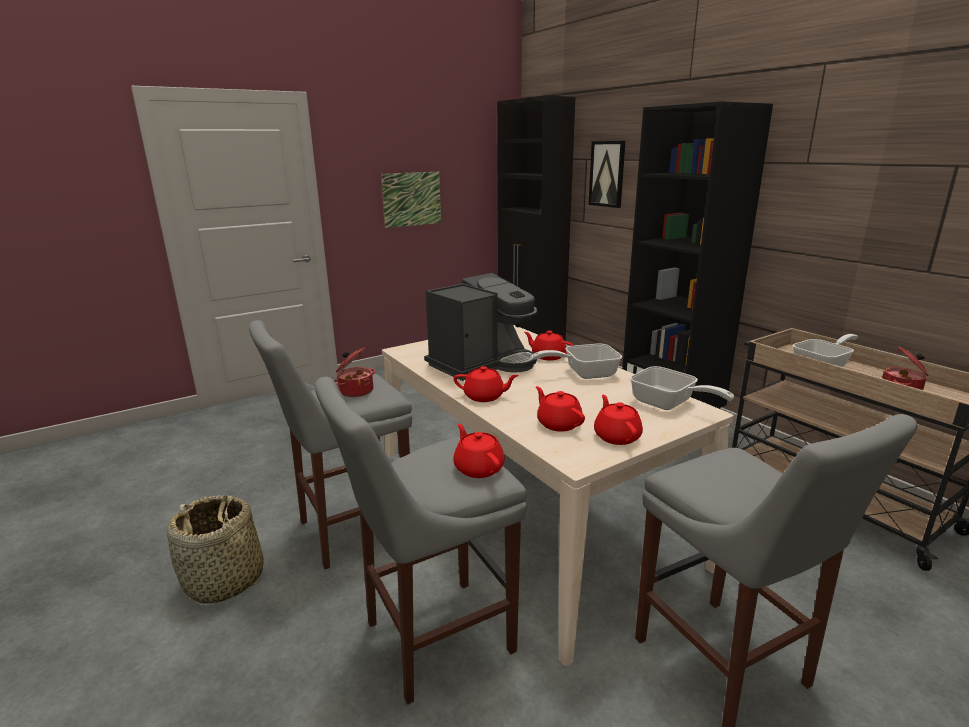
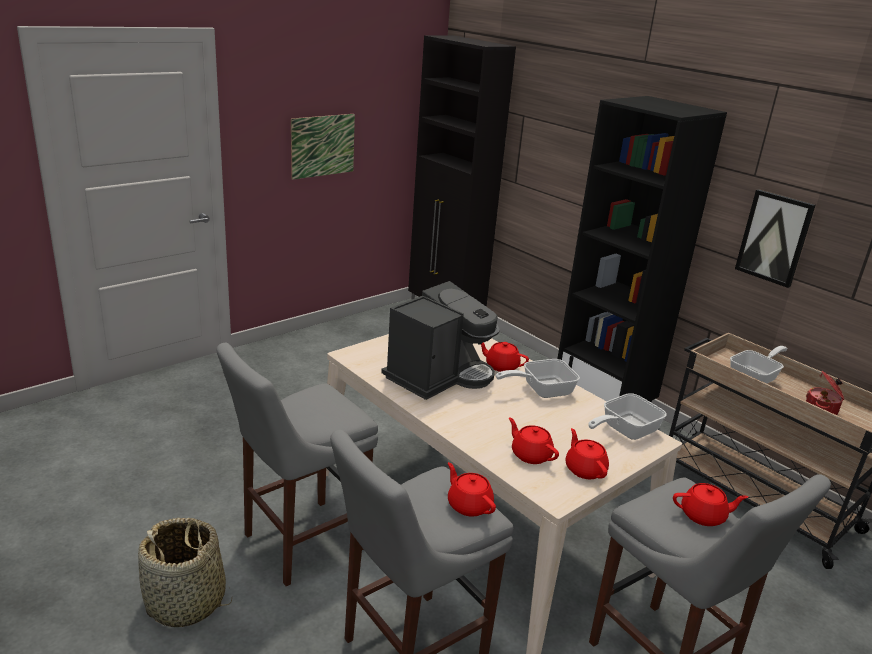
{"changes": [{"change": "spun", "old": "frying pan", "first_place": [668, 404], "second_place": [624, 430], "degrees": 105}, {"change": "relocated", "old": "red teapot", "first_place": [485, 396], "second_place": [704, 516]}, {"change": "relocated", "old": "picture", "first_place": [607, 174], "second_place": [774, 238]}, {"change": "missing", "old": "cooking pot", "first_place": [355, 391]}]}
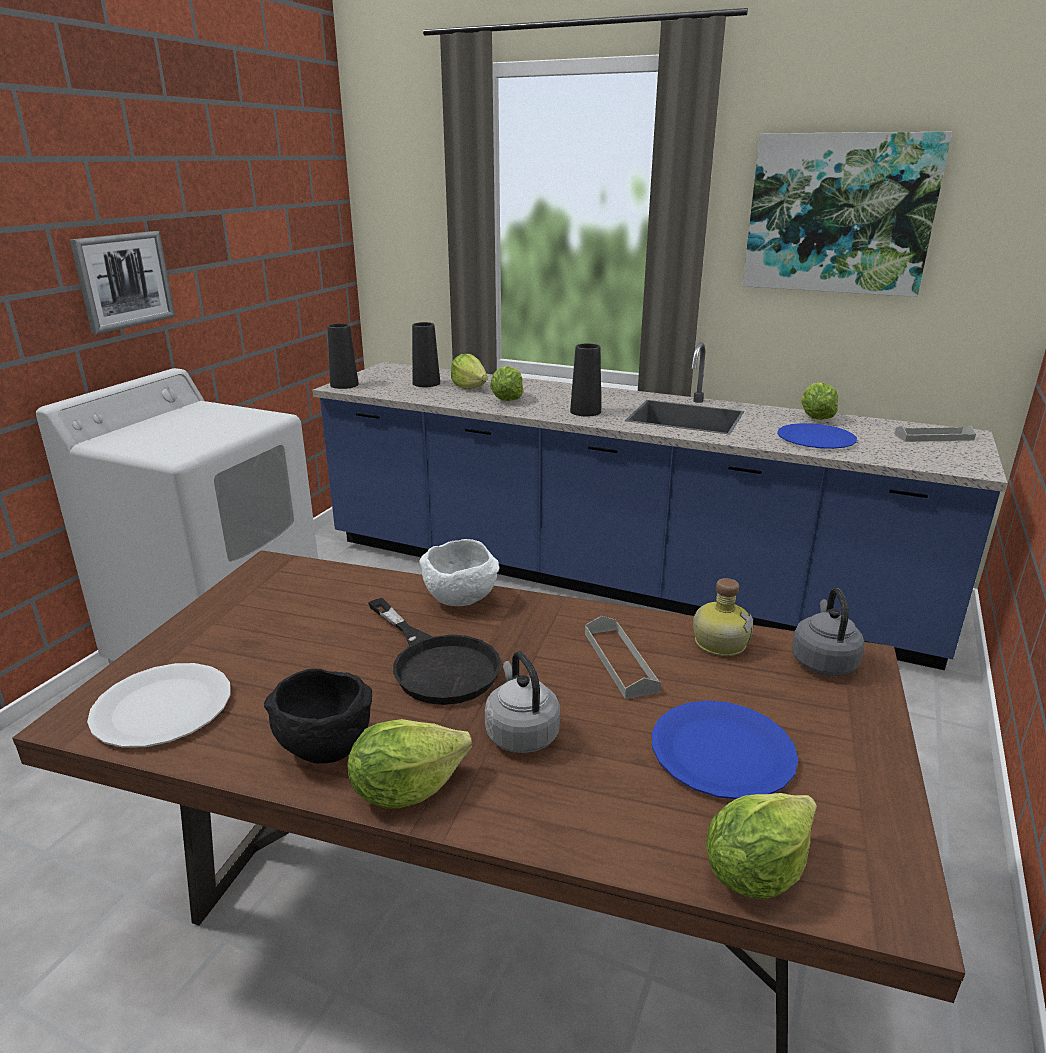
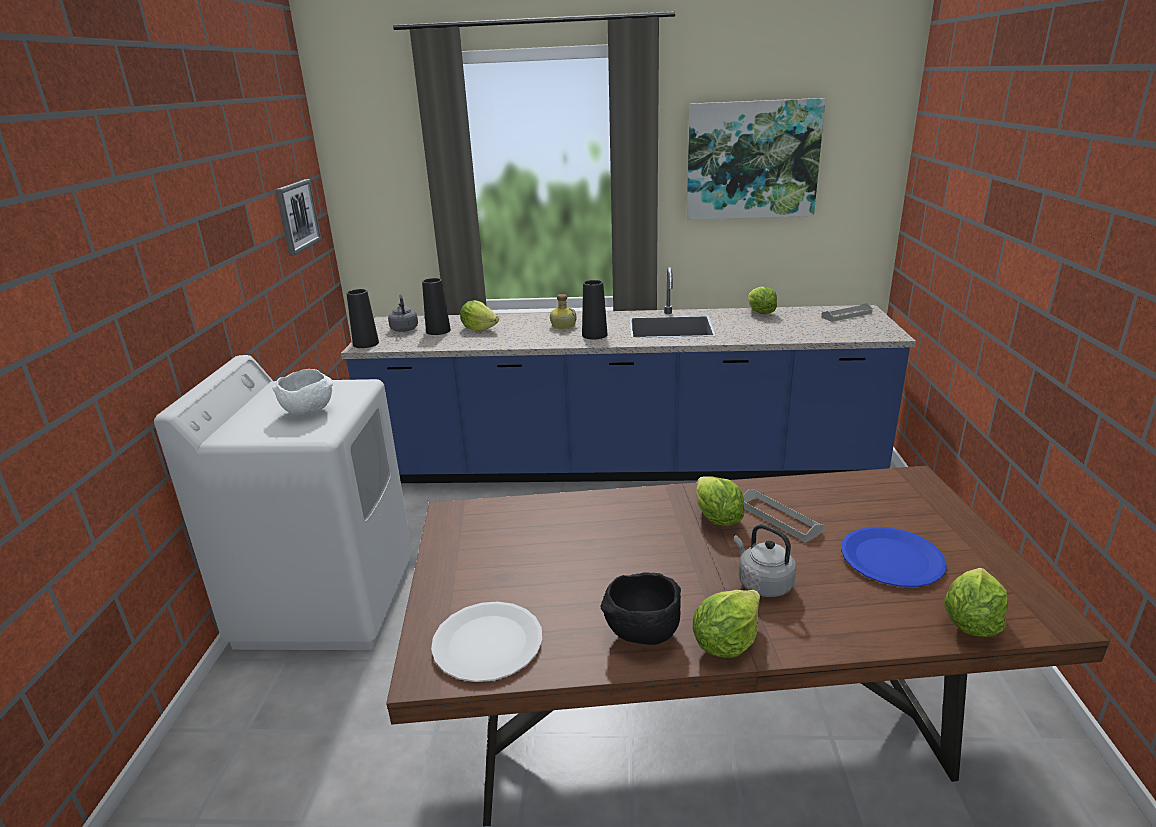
{"changes": [{"change": "relocated", "old": "white bowl", "first_place": [462, 599], "second_place": [309, 411]}, {"change": "relocated", "old": "picture", "first_place": [123, 280], "second_place": [297, 216]}, {"change": "relocated", "old": "grey kettle", "first_place": [823, 661], "second_place": [404, 329]}, {"change": "relocated", "old": "bottle", "first_place": [719, 642], "second_place": [563, 326]}, {"change": "relocated", "old": "lettuce", "first_place": [507, 399], "second_place": [717, 519]}, {"change": "missing", "old": "black frying pan", "first_place": [436, 663]}, {"change": "missing", "old": "blue plate", "first_place": [815, 439]}]}
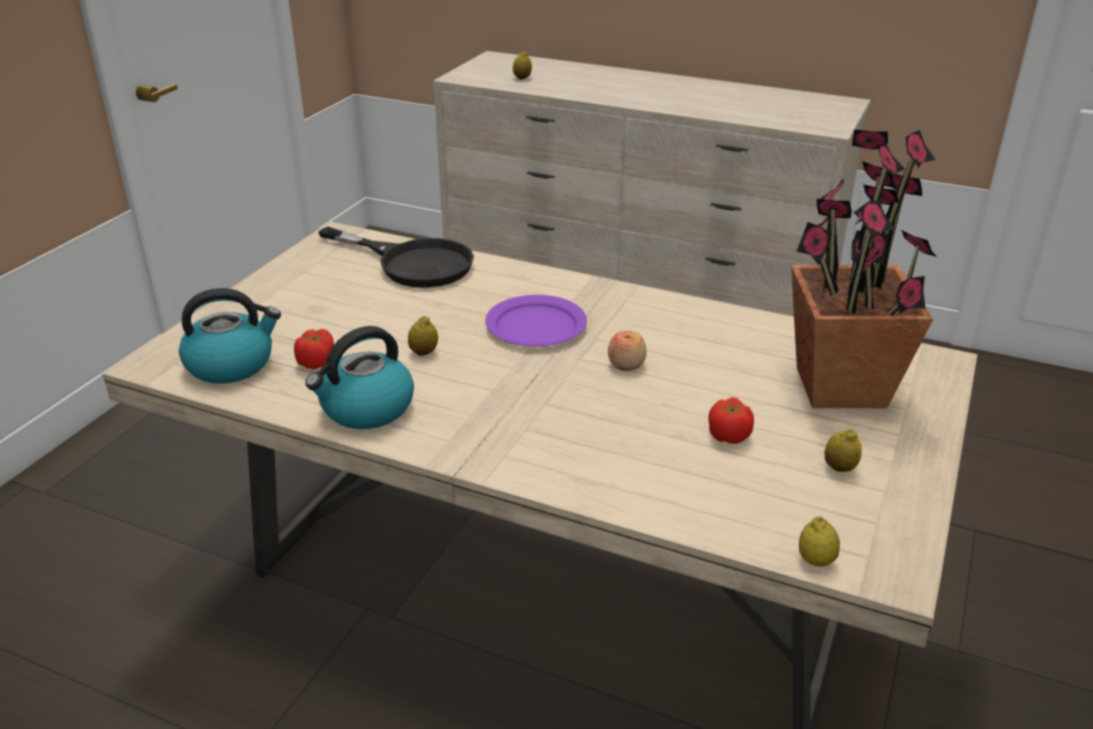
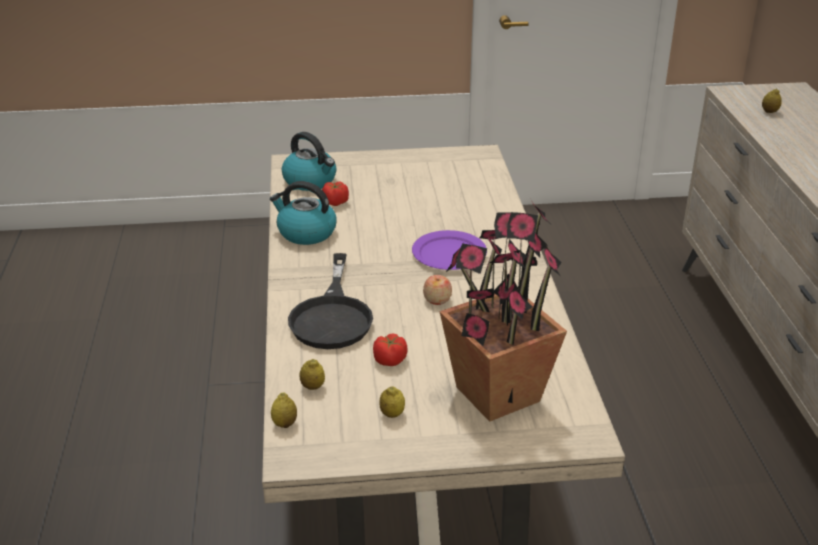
{"changes": [{"change": "relocated", "old": "black frying pan", "first_place": [412, 263], "second_place": [332, 316]}, {"change": "relocated", "old": "lemon", "first_place": [423, 352], "second_place": [312, 387]}]}
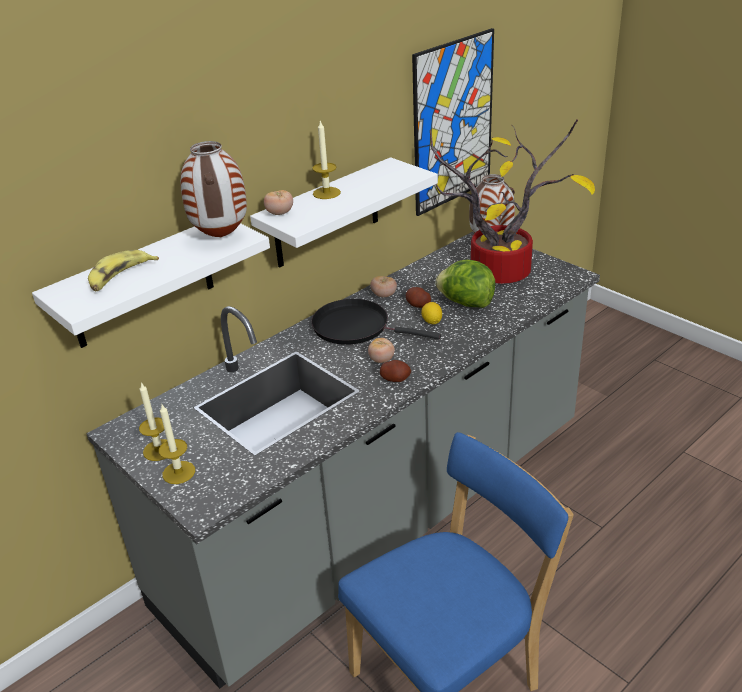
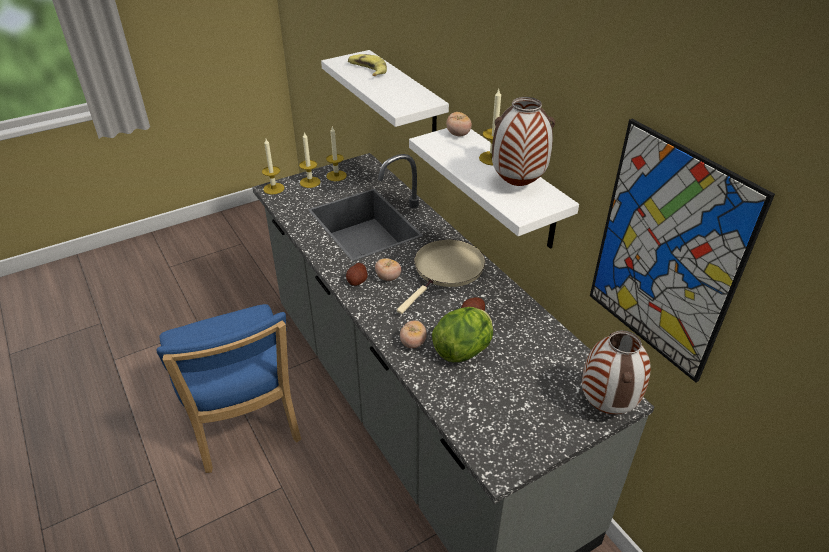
{"changes": [{"change": "appeared", "new": "candle", "second_place": [273, 188]}, {"change": "colour", "old": "black frying pan", "new": "beige frying pan", "first_place": [356, 327], "second_place": [446, 270]}, {"change": "relocated", "old": "tomato", "first_place": [384, 295], "second_place": [413, 343]}, {"change": "relocated", "old": "vase", "first_place": [222, 237], "second_place": [516, 185]}, {"change": "missing", "old": "lemon", "first_place": [432, 322]}, {"change": "missing", "old": "potted plant", "first_place": [504, 269]}]}
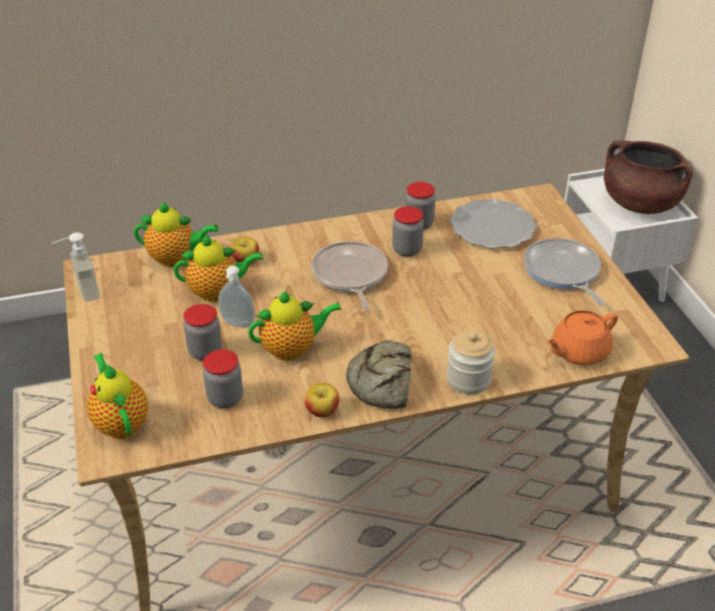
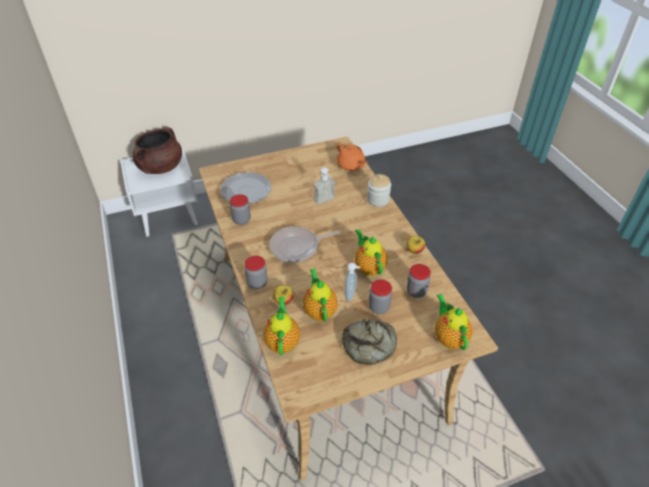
{"changes": [{"change": "relocated", "old": "jar", "first_place": [407, 250], "second_place": [257, 283]}, {"change": "relocated", "old": "soap dispenser", "first_place": [80, 292], "second_place": [326, 201]}, {"change": "relocated", "old": "bread", "first_place": [382, 382], "second_place": [370, 345]}, {"change": "spun", "old": "teapot", "first_place": [121, 422], "second_place": [449, 337], "degrees": 105}, {"change": "missing", "old": "frying pan", "first_place": [562, 272]}]}
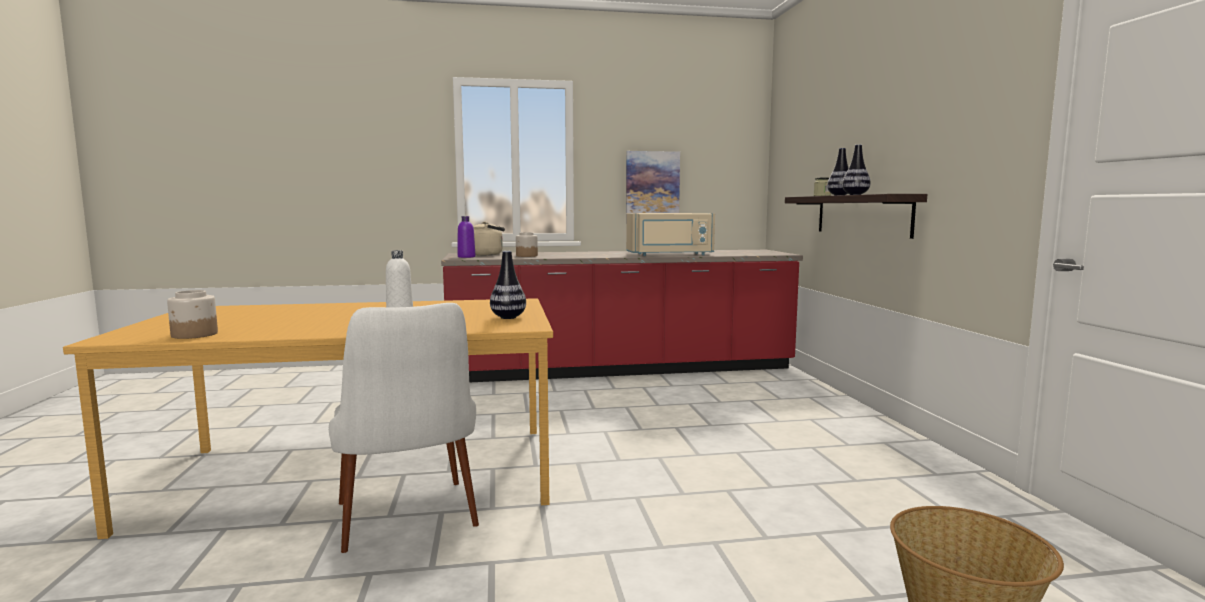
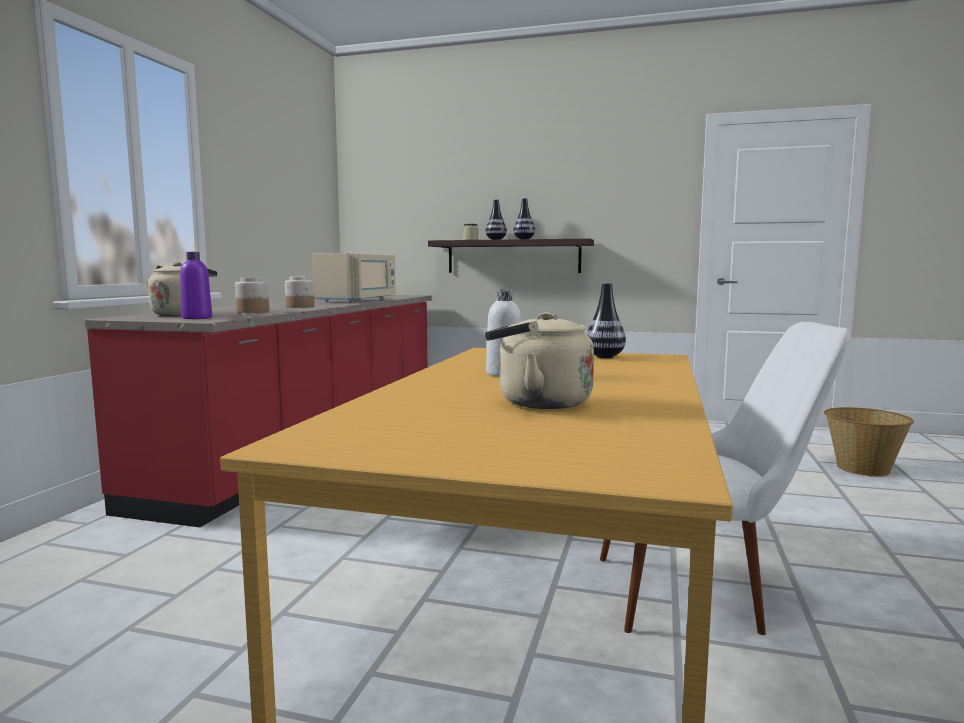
{"changes": [{"change": "relocated", "old": "jar", "first_place": [194, 335], "second_place": [300, 307]}, {"change": "appeared", "new": "beige kettle", "second_place": [538, 403]}, {"change": "missing", "old": "picture", "first_place": [652, 187]}]}
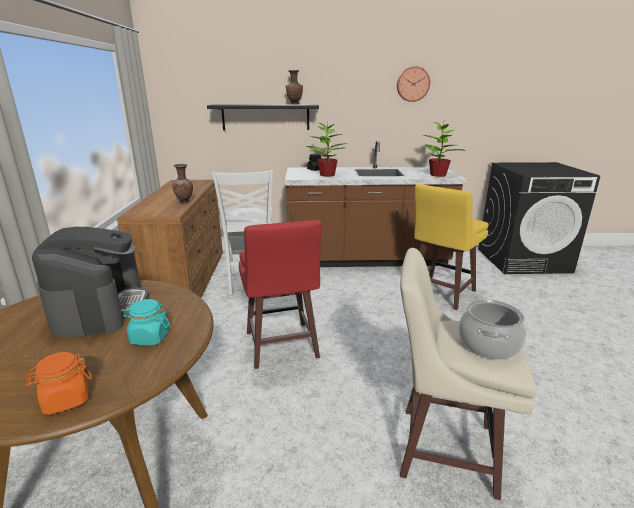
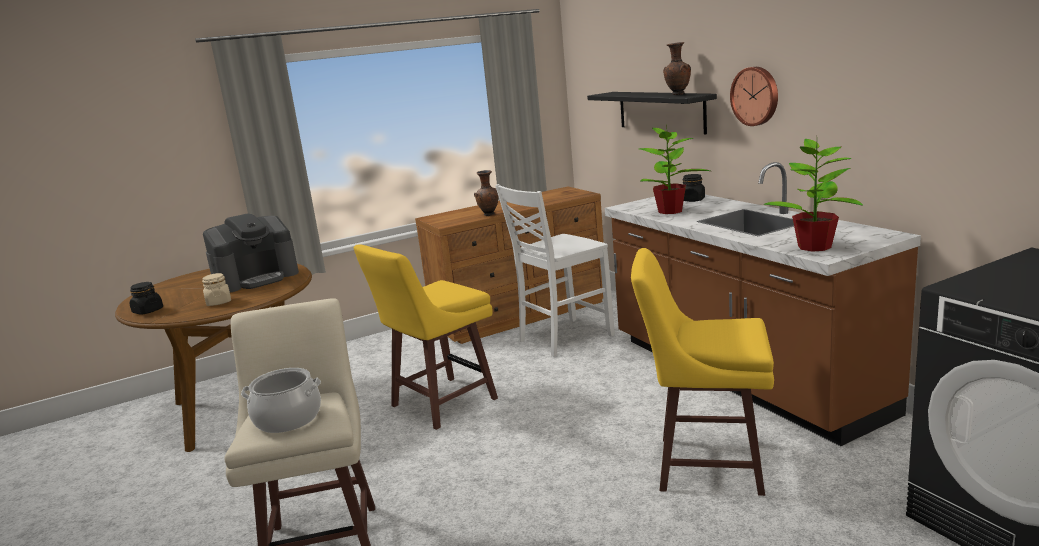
{"changes": [{"change": "colour", "old": "orange jar", "new": "black jar", "first_place": [66, 400], "second_place": [148, 311]}, {"change": "colour", "old": "turquoise jar", "new": "beige jar", "first_place": [150, 338], "second_place": [219, 302]}, {"change": "colour", "old": "red stool", "new": "yellow stool", "first_place": [281, 346], "second_place": [441, 403]}, {"change": "relocated", "old": "wall clock", "first_place": [412, 84], "second_place": [756, 96]}]}
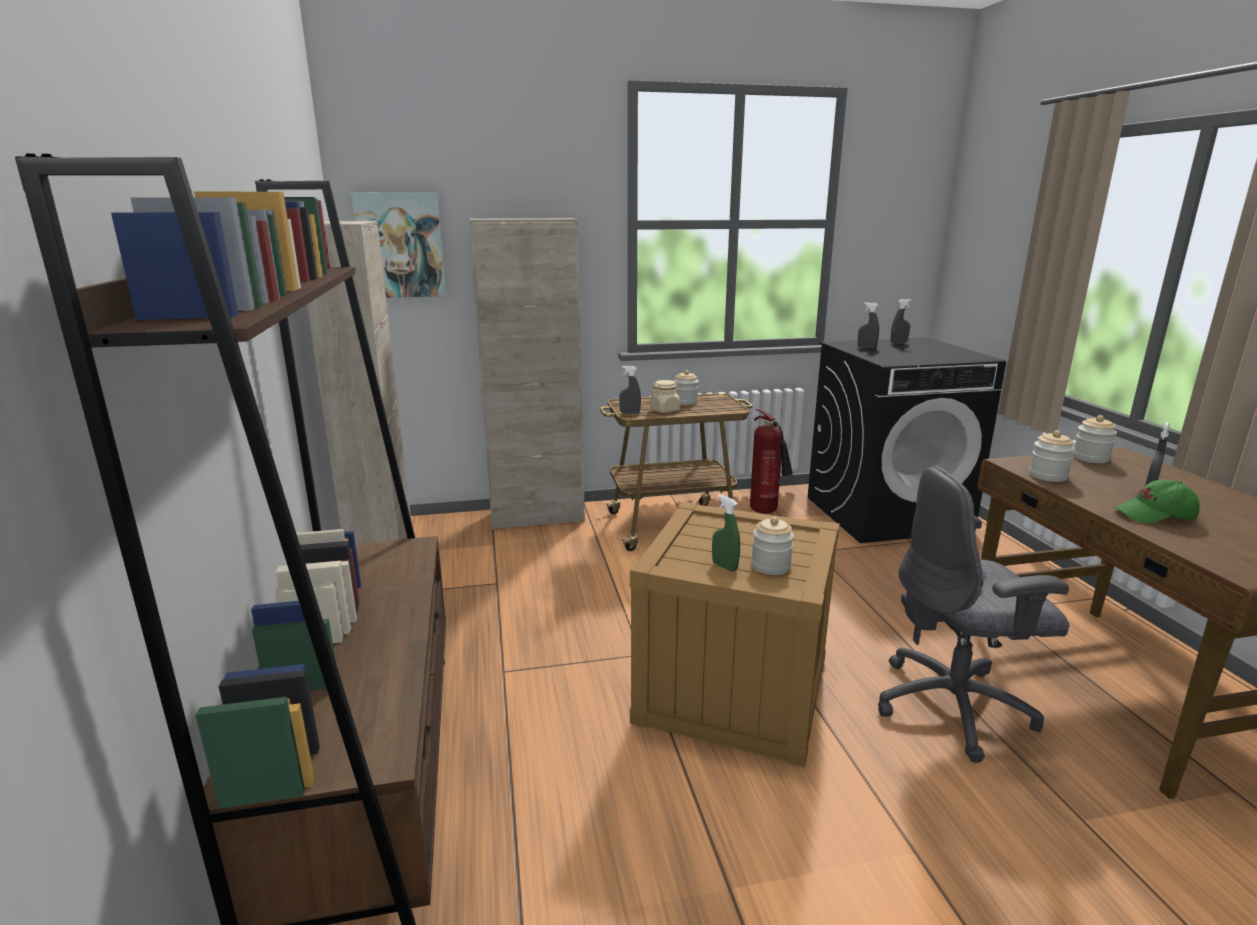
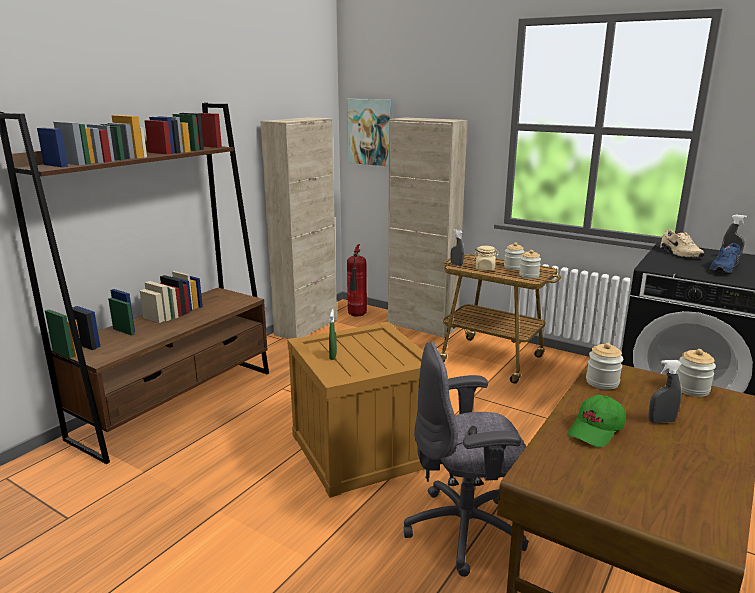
{"changes": [{"change": "relocated", "old": "fire extinguisher", "first_place": [766, 512], "second_place": [357, 316]}, {"change": "spun", "old": "grey office chair", "first_place": [955, 707], "second_place": [466, 530], "degrees": -45}, {"change": "relocated", "old": "jar", "first_place": [770, 566], "second_place": [529, 275]}, {"change": "spun", "old": "green cap", "first_place": [1155, 515], "second_place": [596, 431], "degrees": -90}, {"change": "exchanged", "old": "grey spray bottle", "new": "beige shoe", "first_place": [866, 348], "second_place": [679, 254]}, {"change": "appeared", "new": "blue shoe", "second_place": [723, 268]}]}
